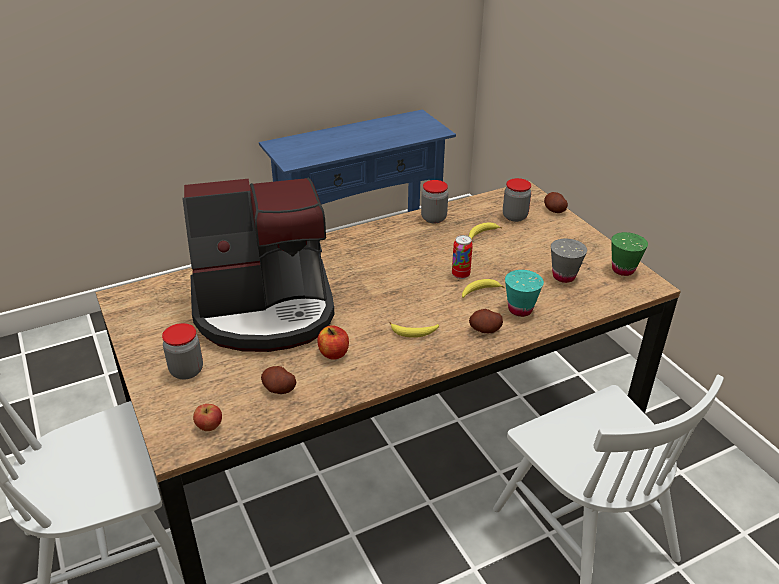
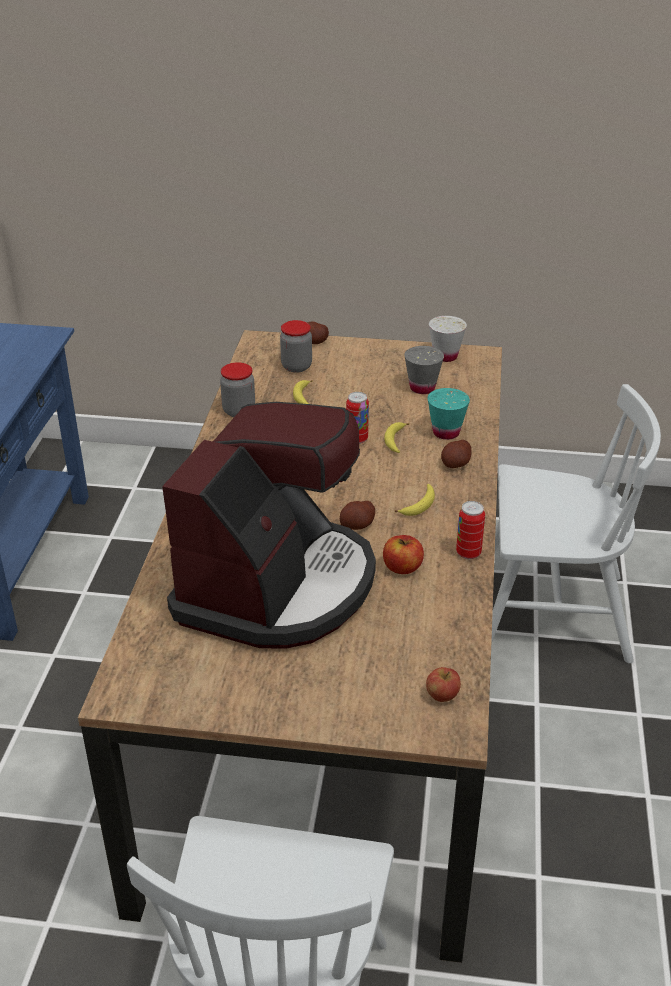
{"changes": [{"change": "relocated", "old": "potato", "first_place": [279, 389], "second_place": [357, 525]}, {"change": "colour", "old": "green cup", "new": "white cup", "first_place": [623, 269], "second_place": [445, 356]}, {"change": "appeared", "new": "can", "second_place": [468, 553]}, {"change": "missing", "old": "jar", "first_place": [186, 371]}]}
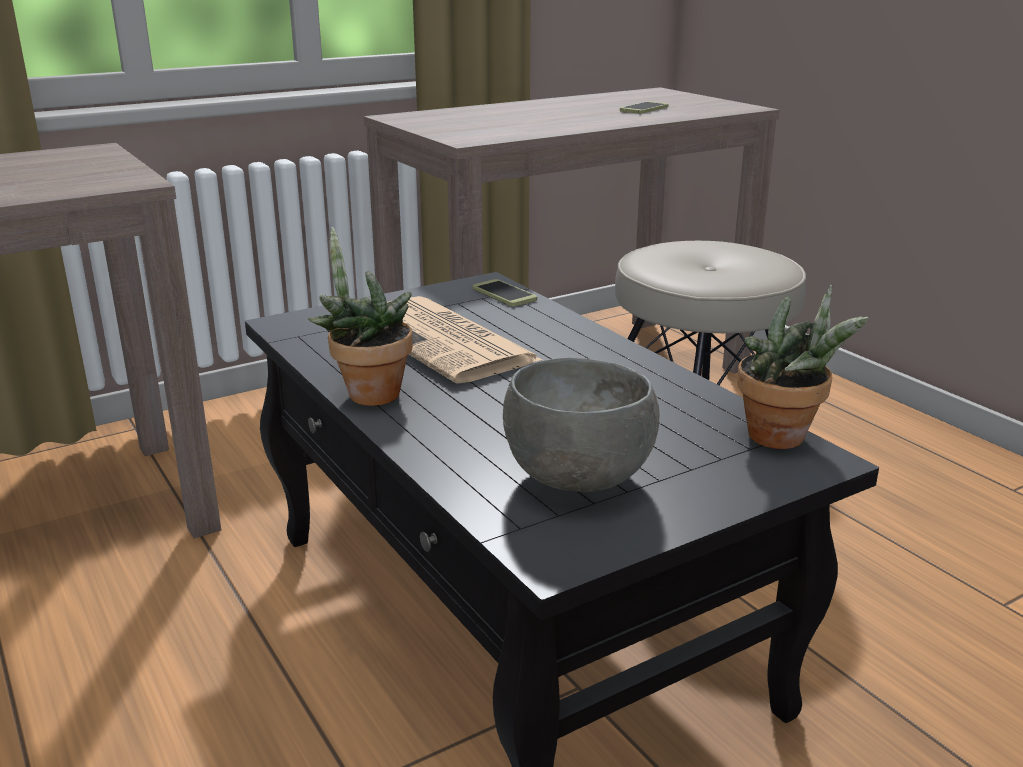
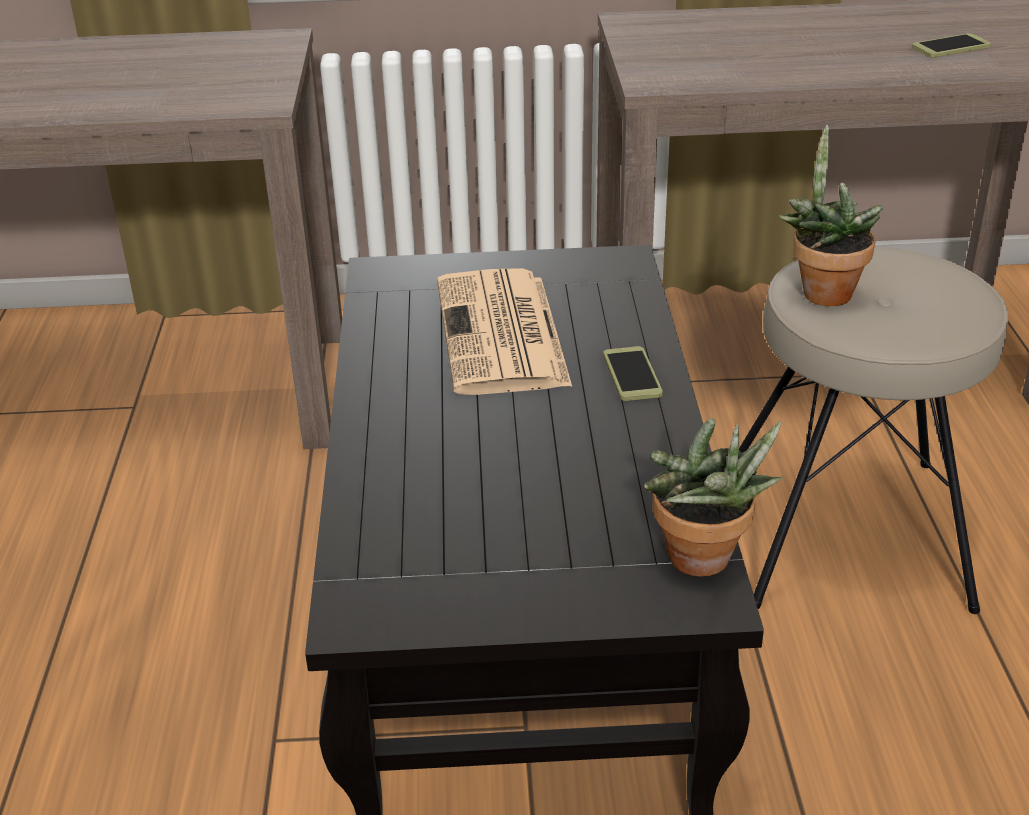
{"changes": [{"change": "relocated", "old": "phone", "first_place": [504, 294], "second_place": [632, 375]}, {"change": "relocated", "old": "potted plant", "first_place": [367, 393], "second_place": [822, 291]}, {"change": "missing", "old": "grey bowl", "first_place": [580, 479]}]}
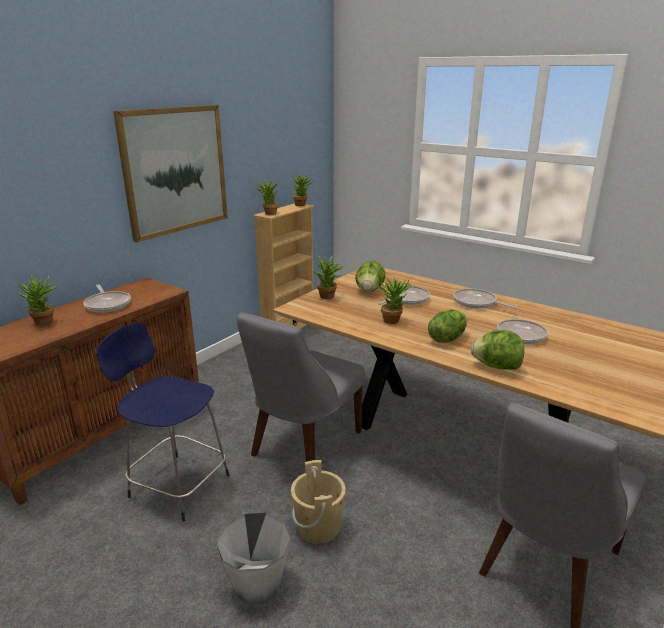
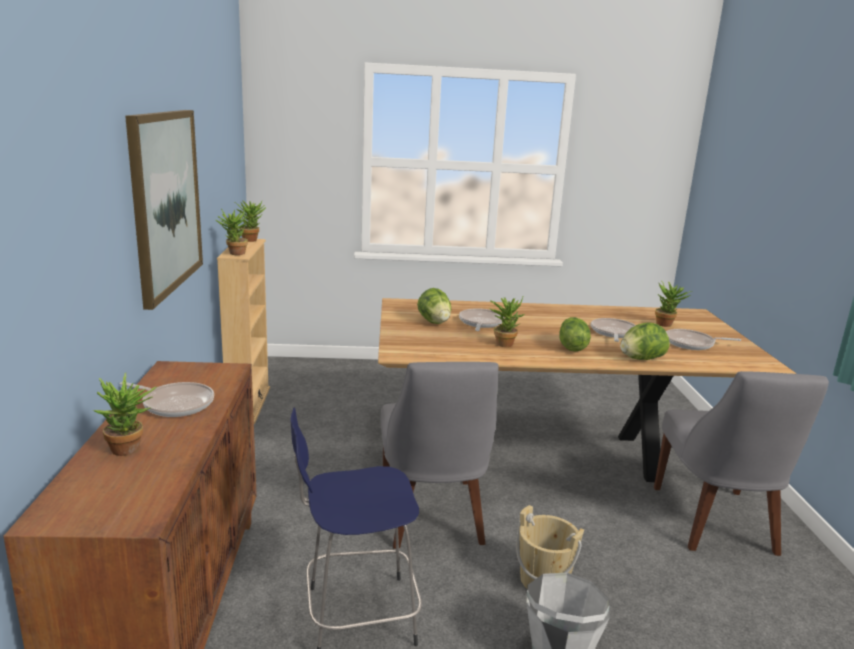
{"changes": [{"change": "relocated", "old": "potted plant", "first_place": [329, 297], "second_place": [667, 324]}, {"change": "relocated", "old": "frying pan", "first_place": [476, 303], "second_place": [692, 344]}]}
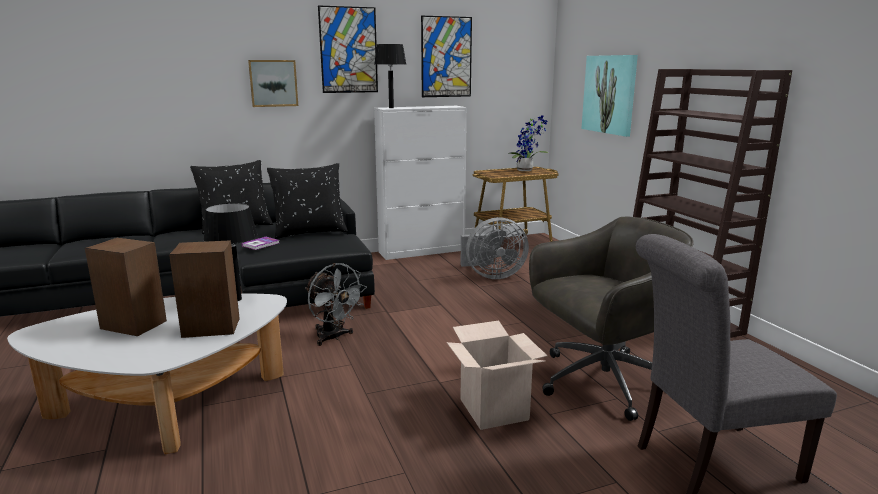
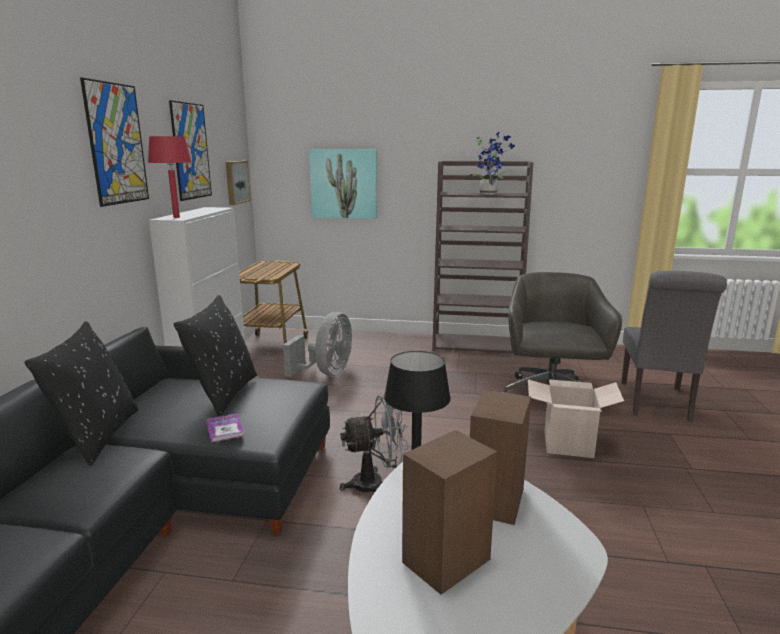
{"changes": [{"change": "colour", "old": "black table lamp", "new": "red table lamp", "first_place": [391, 108], "second_place": [176, 217]}, {"change": "relocated", "old": "picture", "first_place": [273, 83], "second_place": [236, 182]}, {"change": "relocated", "old": "potted plant", "first_place": [527, 170], "second_place": [490, 194]}]}
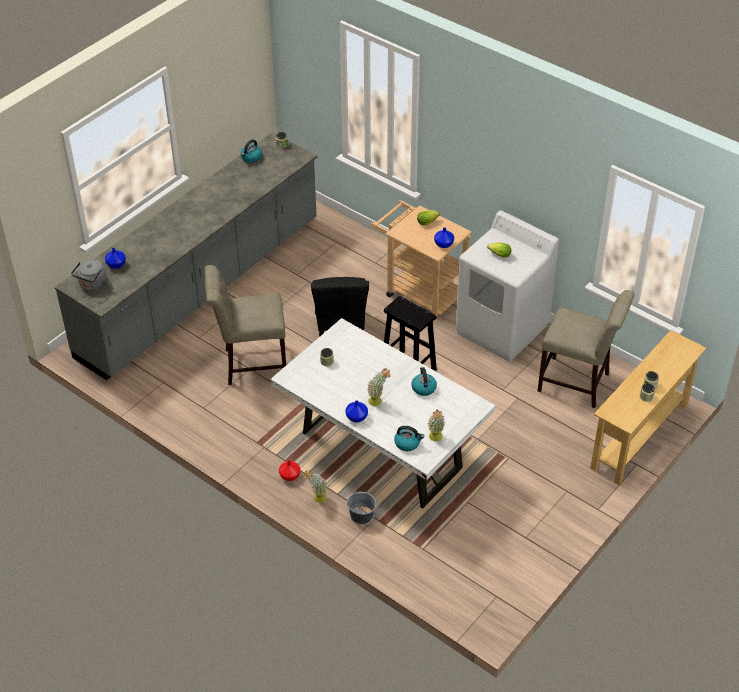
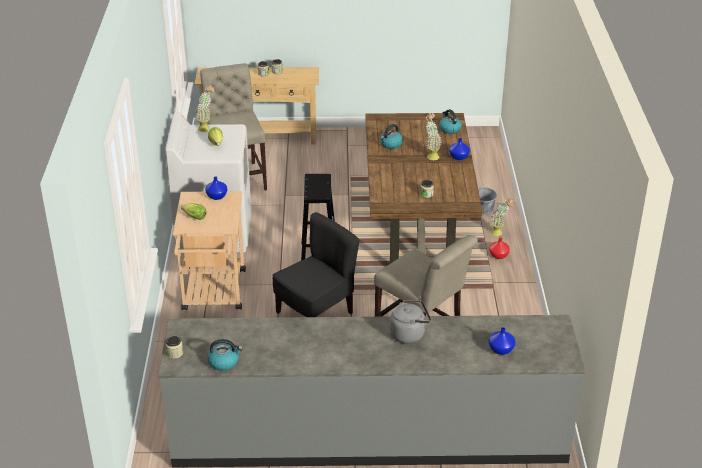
{"changes": [{"change": "relocated", "old": "potted plant", "first_place": [436, 439], "second_place": [206, 127]}, {"change": "colour", "old": "white dining table", "new": "brown dining table", "first_place": [380, 450], "second_place": [417, 228]}, {"change": "relocated", "old": "grey kettle", "first_place": [92, 285], "second_place": [409, 334]}]}
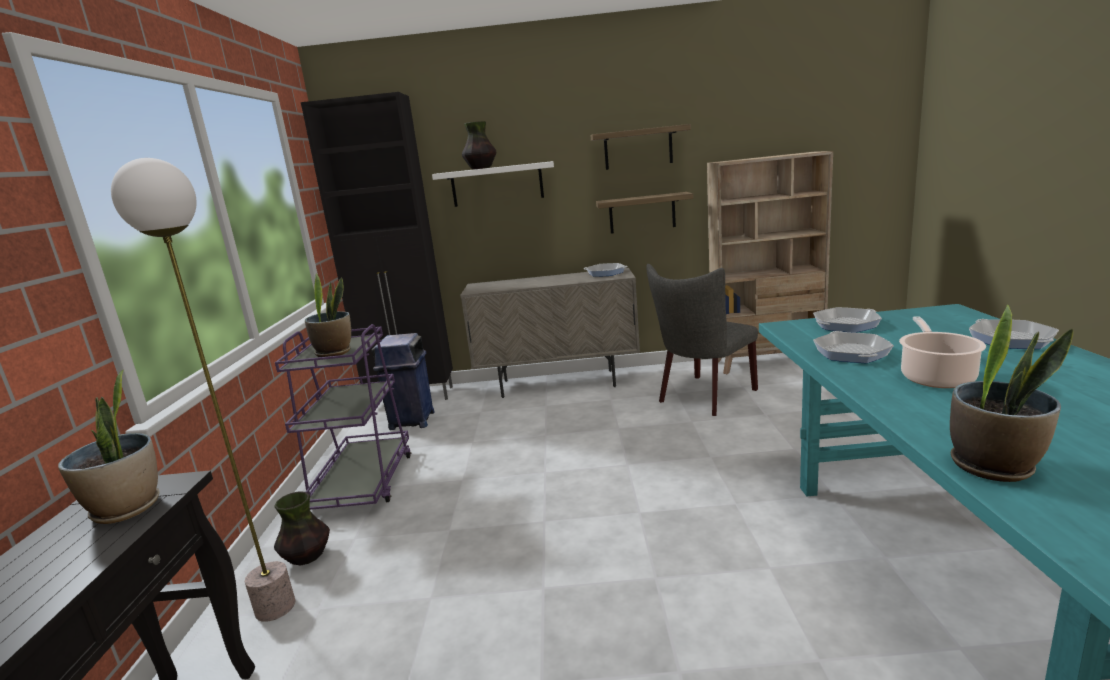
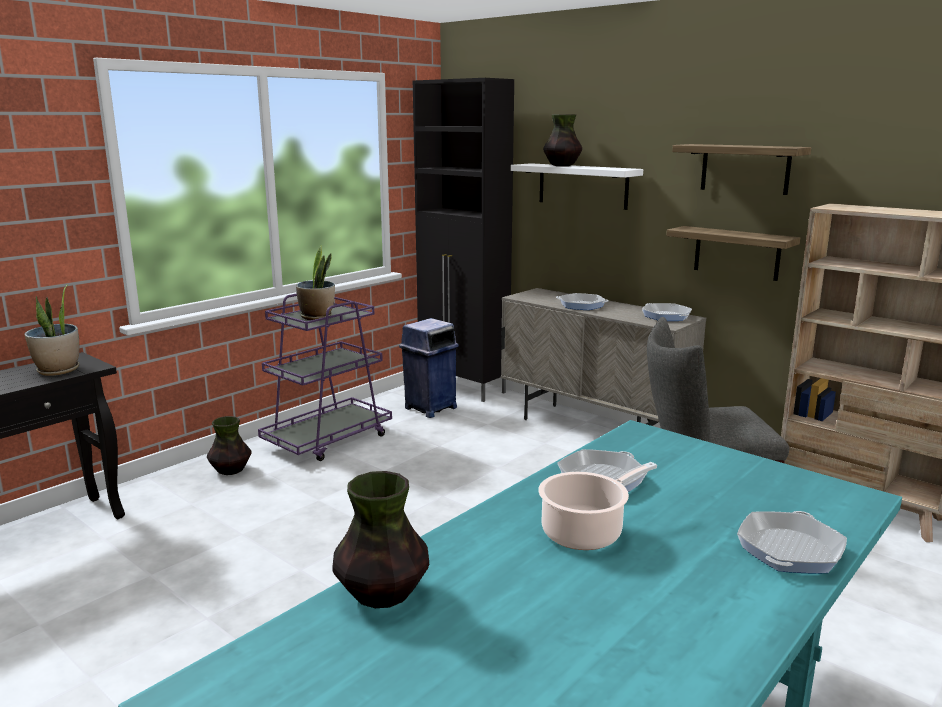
{"changes": [{"change": "exchanged", "old": "potted plant", "new": "vase", "first_place": [994, 466], "second_place": [383, 594]}, {"change": "relocated", "old": "frying pan", "first_place": [845, 325], "second_place": [581, 305]}, {"change": "missing", "old": "floor lamp", "first_place": [275, 608]}]}
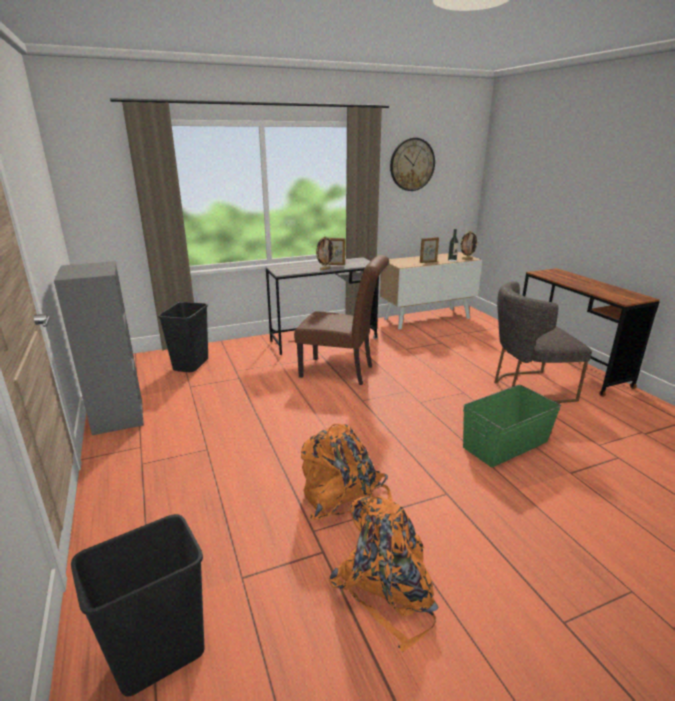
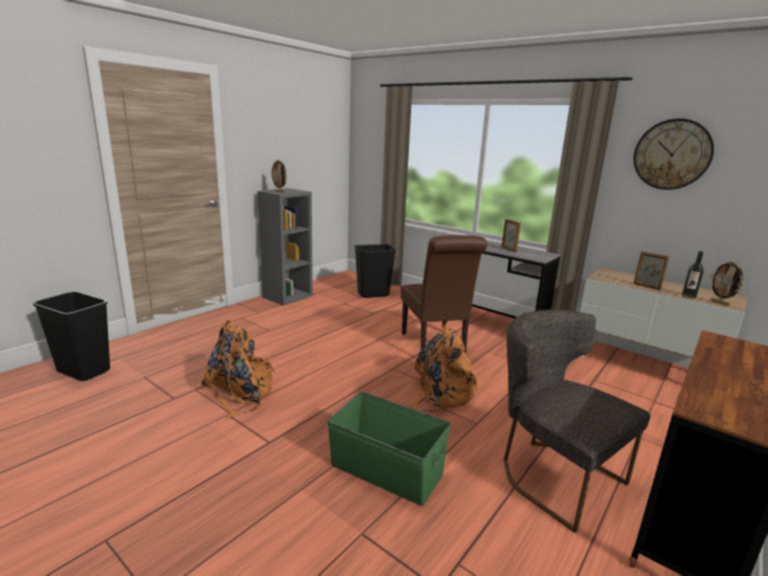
{"changes": [{"change": "relocated", "old": "picture frame", "first_place": [325, 269], "second_place": [279, 192]}, {"change": "relocated", "old": "orange backpack", "first_place": [387, 588], "second_place": [441, 394]}]}
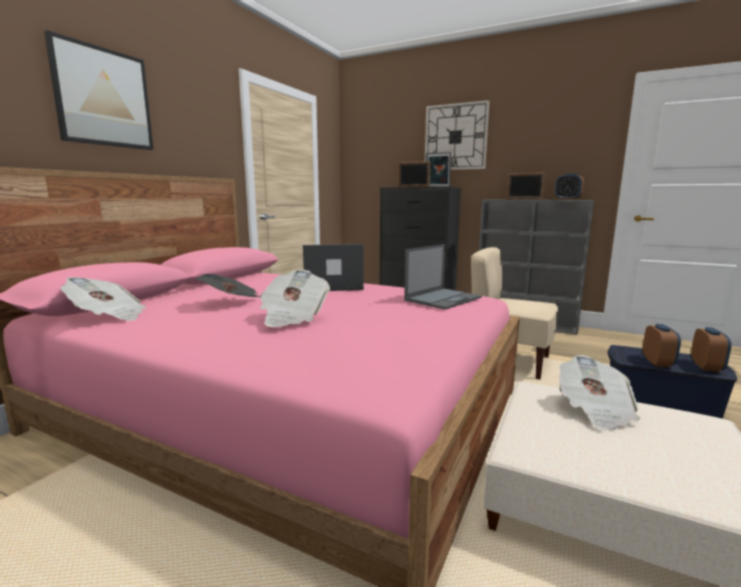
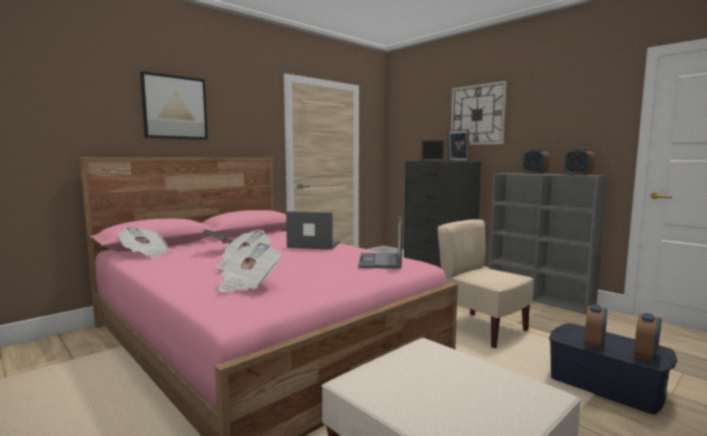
{"changes": [{"change": "relocated", "old": "newspaper", "first_place": [595, 410], "second_place": [248, 283]}, {"change": "spun", "old": "laptop", "first_place": [443, 298], "second_place": [380, 261], "degrees": 120}, {"change": "exchanged", "old": "picture frame", "new": "alarm clock", "first_place": [524, 199], "second_place": [535, 173]}]}
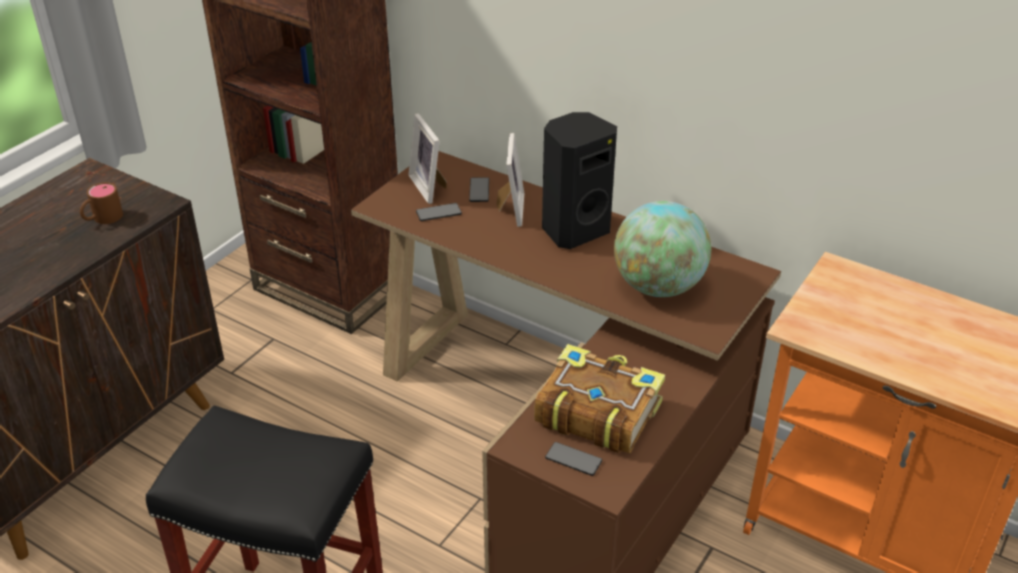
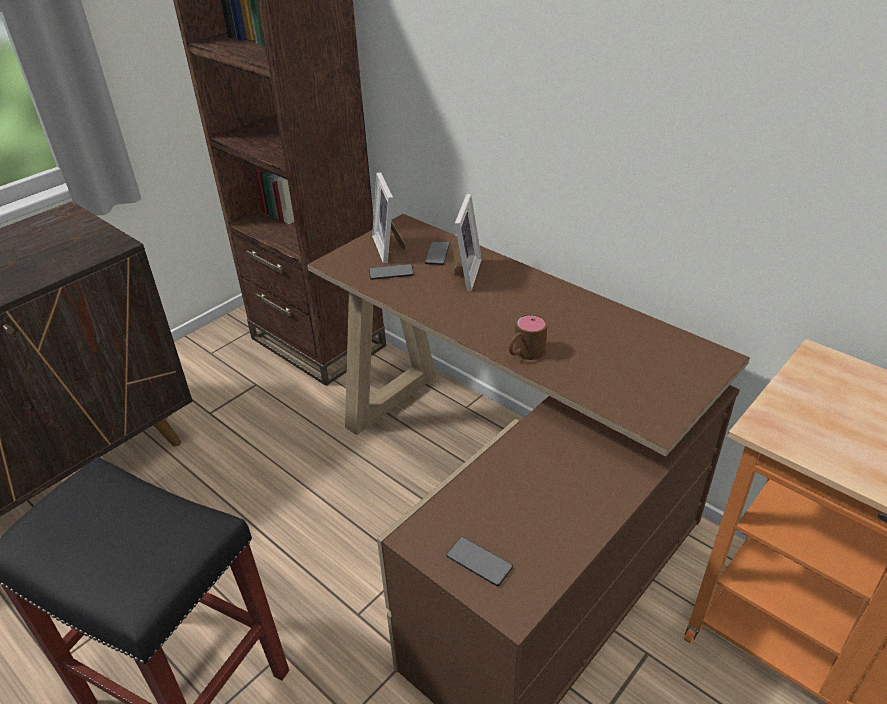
{"changes": [{"change": "relocated", "old": "brown mug", "first_place": [102, 219], "second_place": [524, 353]}, {"change": "missing", "old": "book", "first_place": [596, 411]}, {"change": "missing", "old": "black speaker", "first_place": [574, 230]}, {"change": "missing", "old": "globe", "first_place": [658, 286]}]}
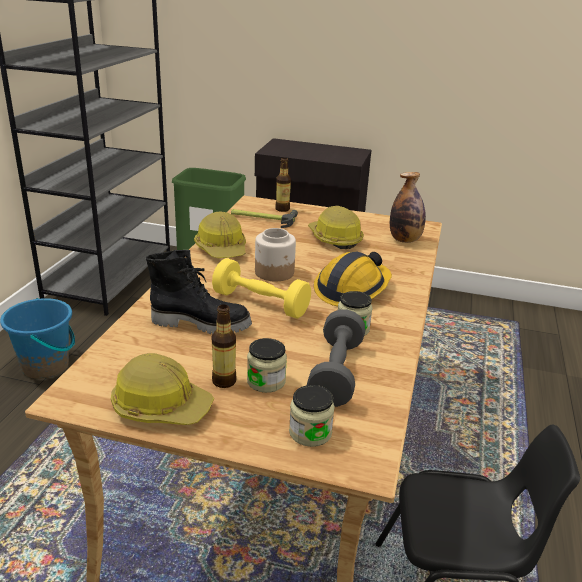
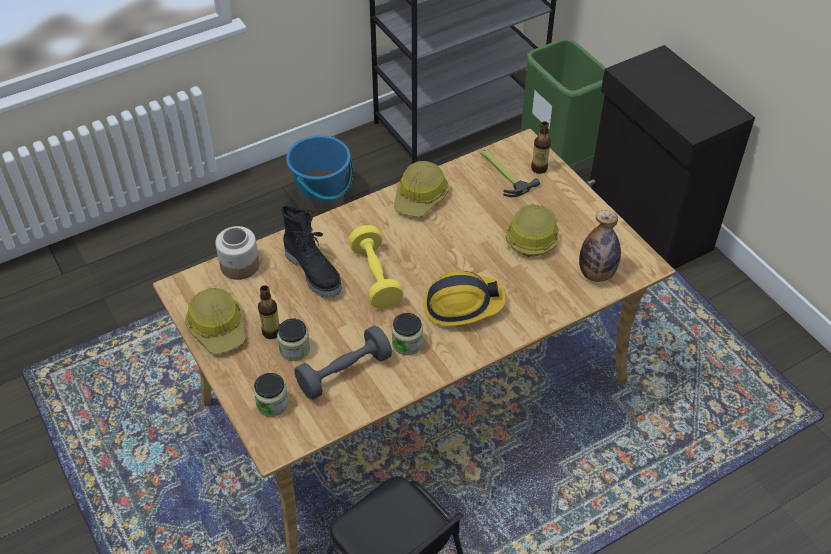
{"changes": [{"change": "relocated", "old": "jar", "first_place": [275, 272], "second_place": [240, 265]}]}
